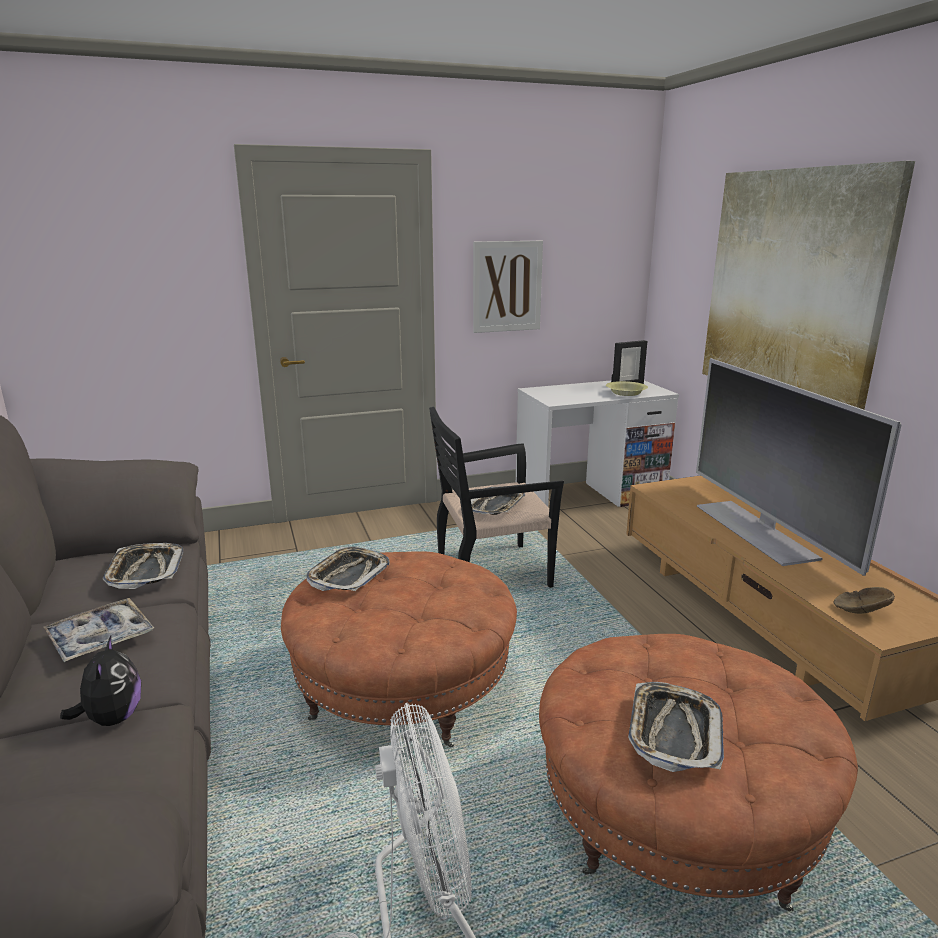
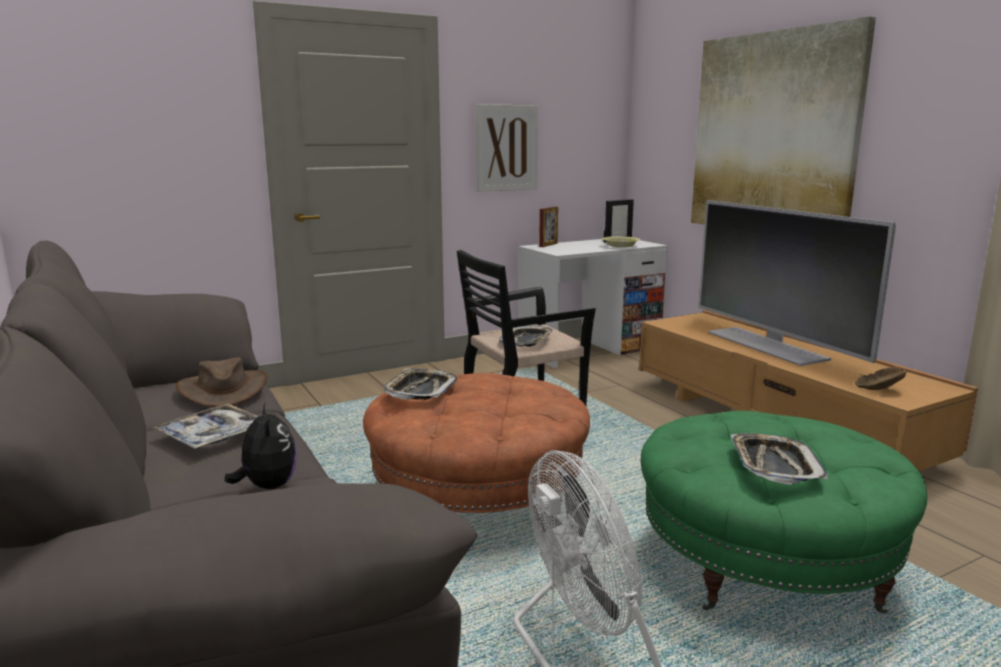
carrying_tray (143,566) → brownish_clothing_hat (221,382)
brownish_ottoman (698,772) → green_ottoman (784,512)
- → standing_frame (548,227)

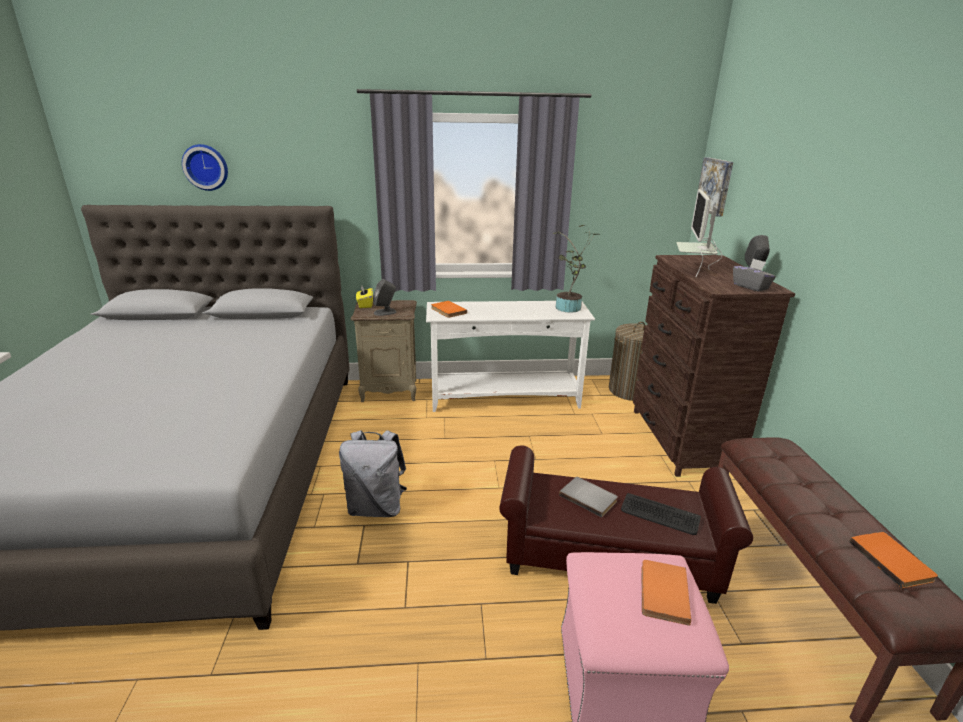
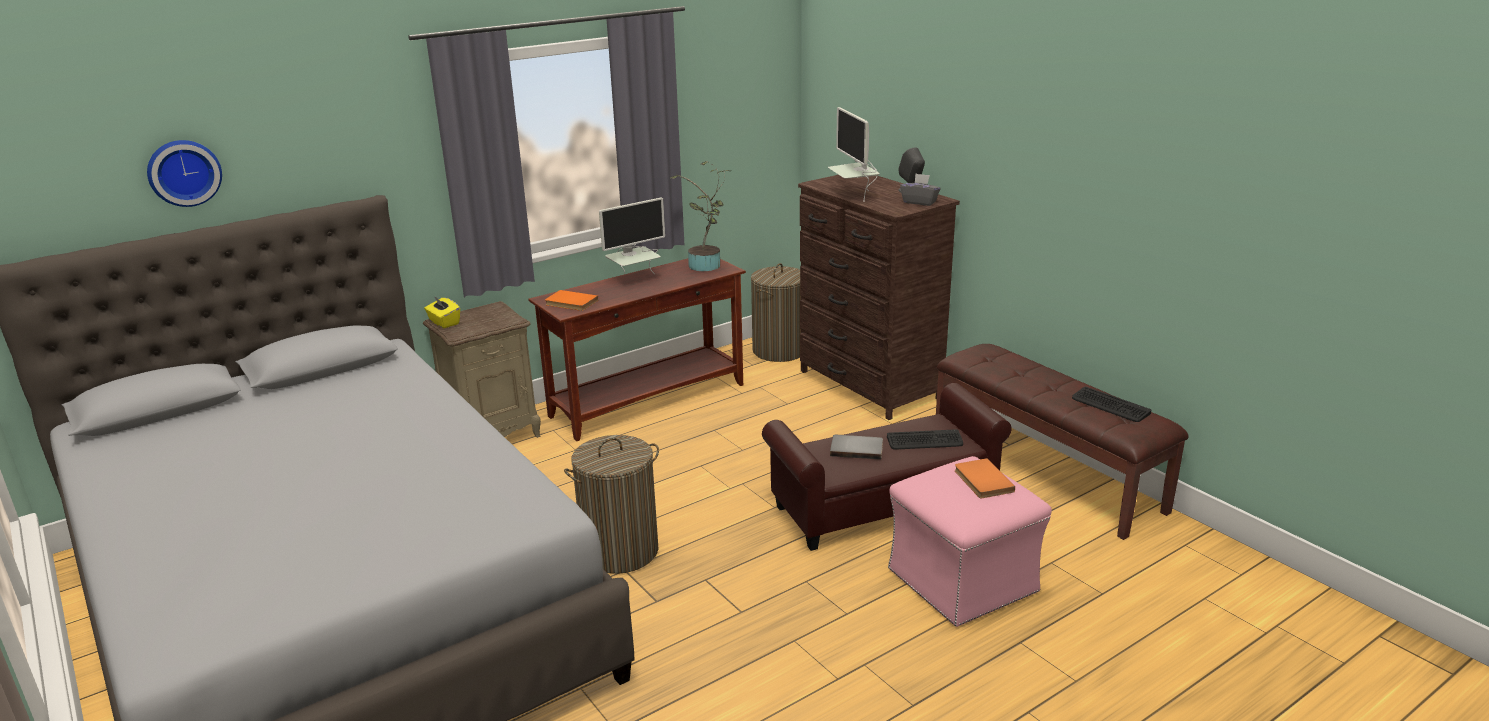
grey_rucksack (373,473) → washing_basket (611,504)
grey_speaker (384,297) → -
white_narrow_table (510,356) → brownish_narrow_table (637,350)
picture (715,187) → -
orange-coloured_book (893,560) → keyboard (1111,404)
- → computer_screen (632,236)

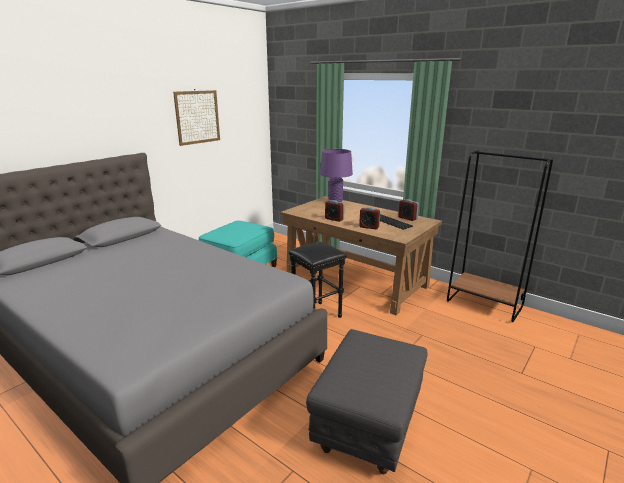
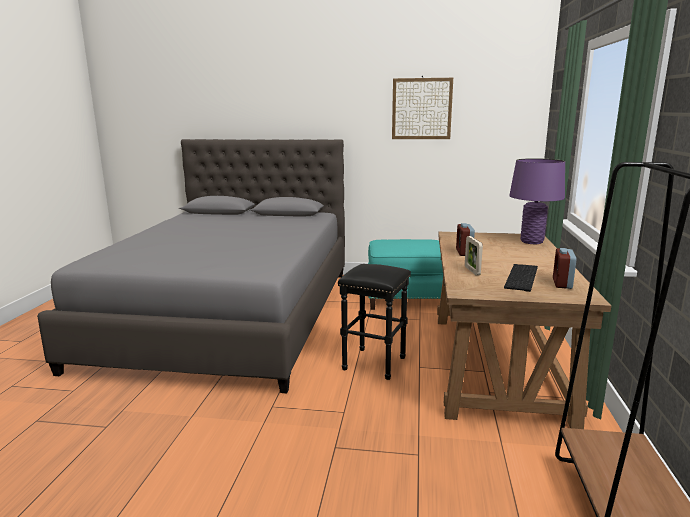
grey_ottoman (367,401) → -
bedside_clock (370,218) → standing_frame (474,256)

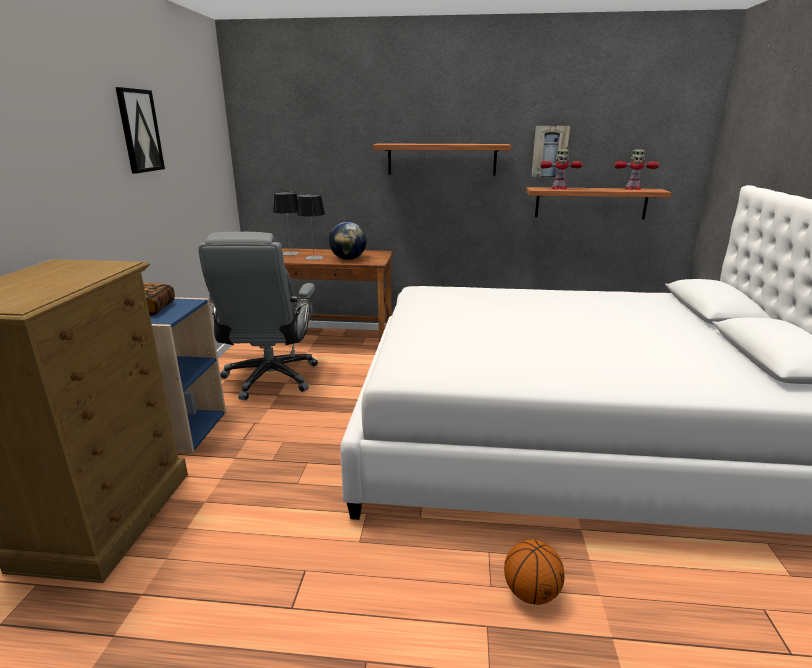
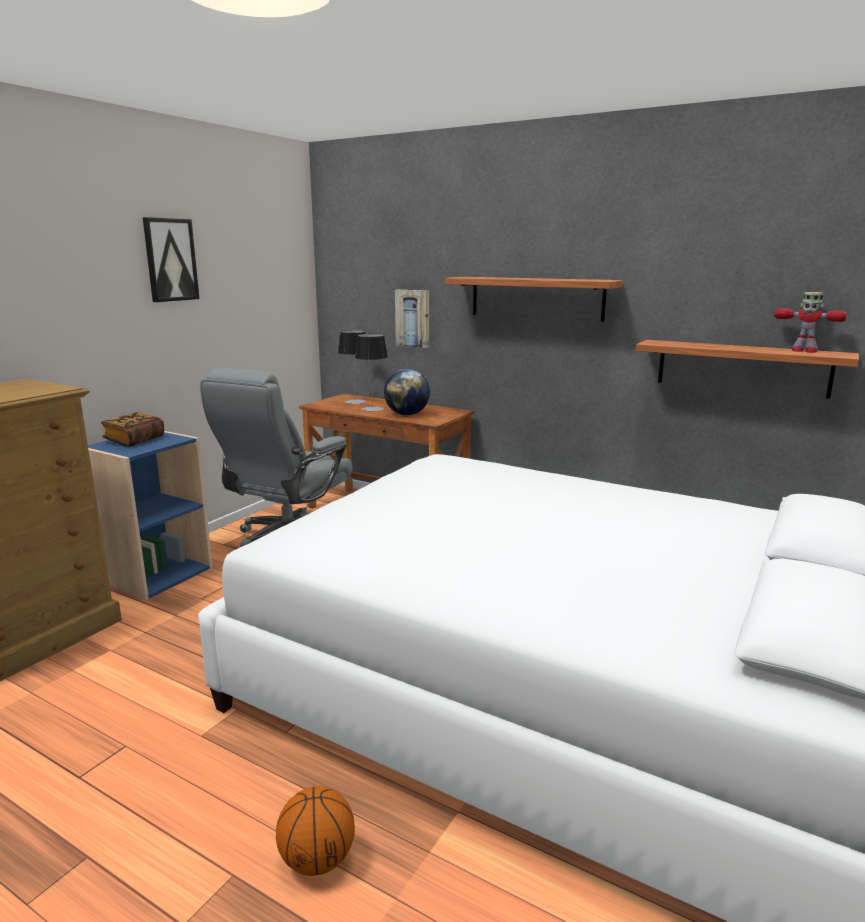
picture (550,151) → picture (412,319), move
toy_robot (561,169) → -

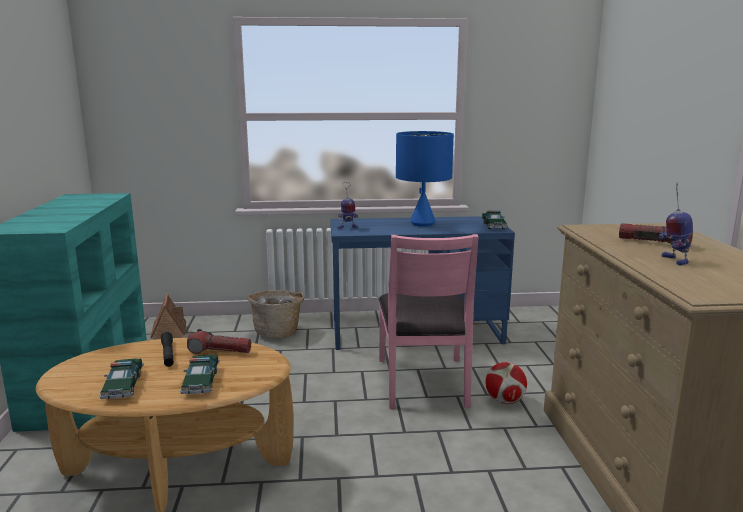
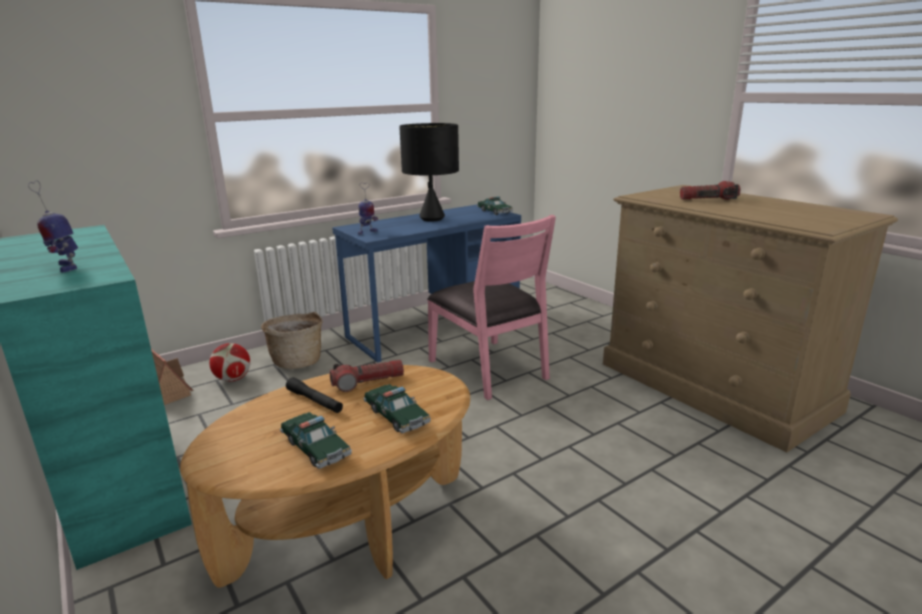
blue_table_lamp (425,179) → blackish_table_lamp (429,172)
football_ball (506,383) → football_ball (230,362), move
toy_robot (676,223) → toy_robot (53,226), move

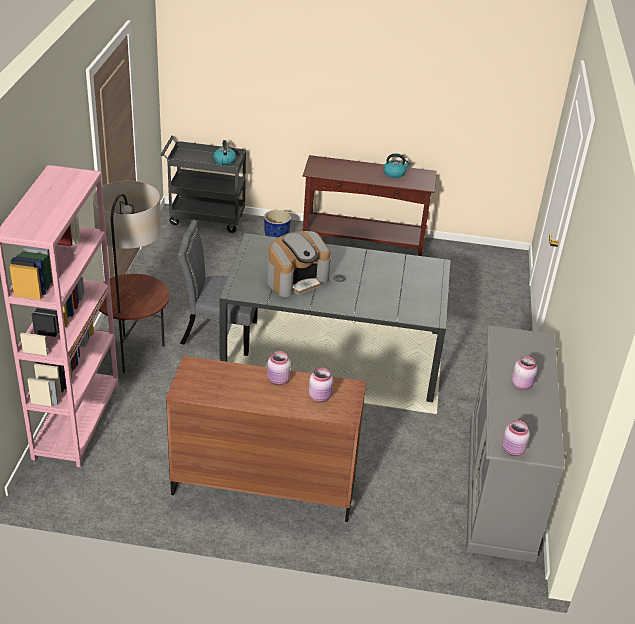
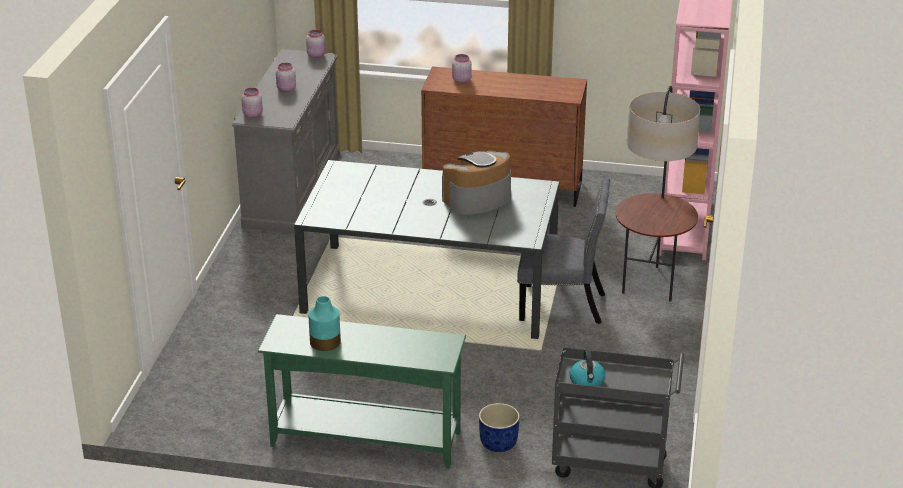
pink_storage_jar (279,368) → pink_storage_jar (252,103), move
brownish_narrow_table (370,205) → green_narrow_table (362,391)
kettle (397,165) → turquoise-coloured_vase (324,323)

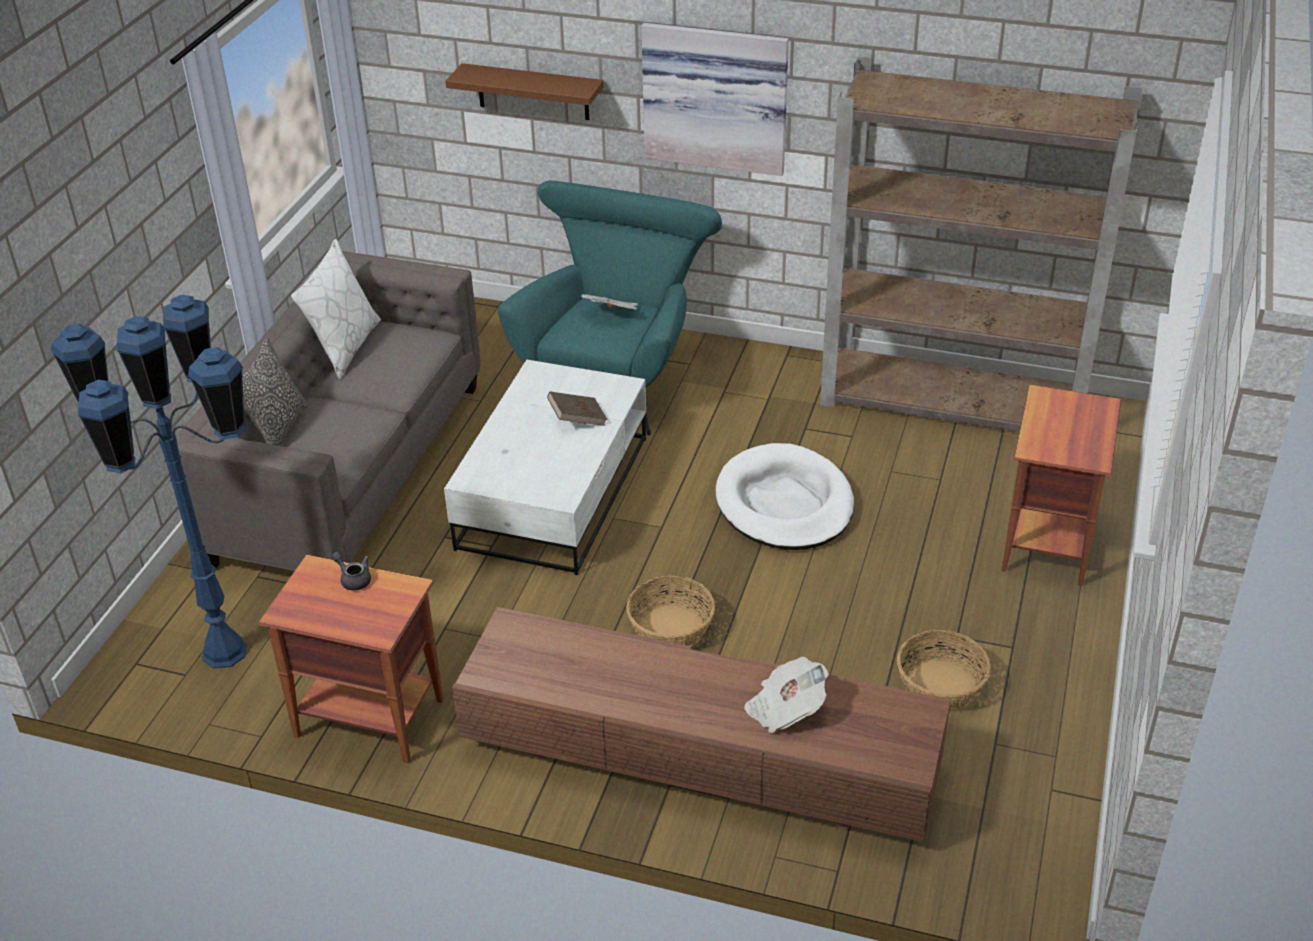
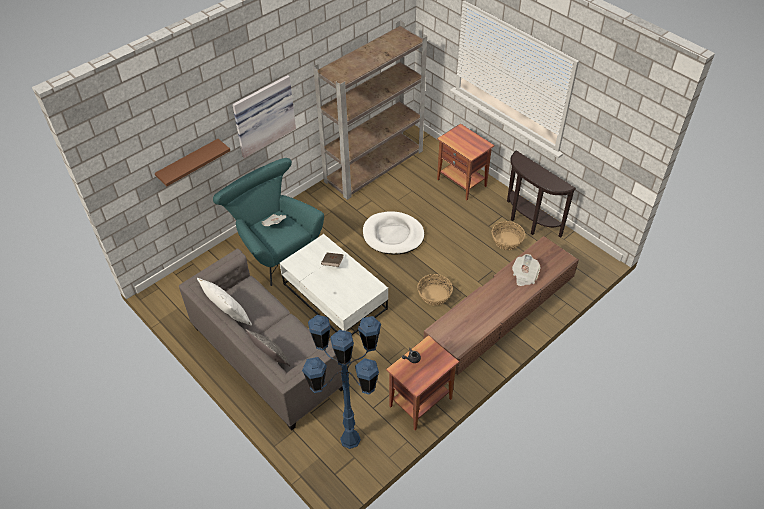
- → brownish_narrow_table (541,194)

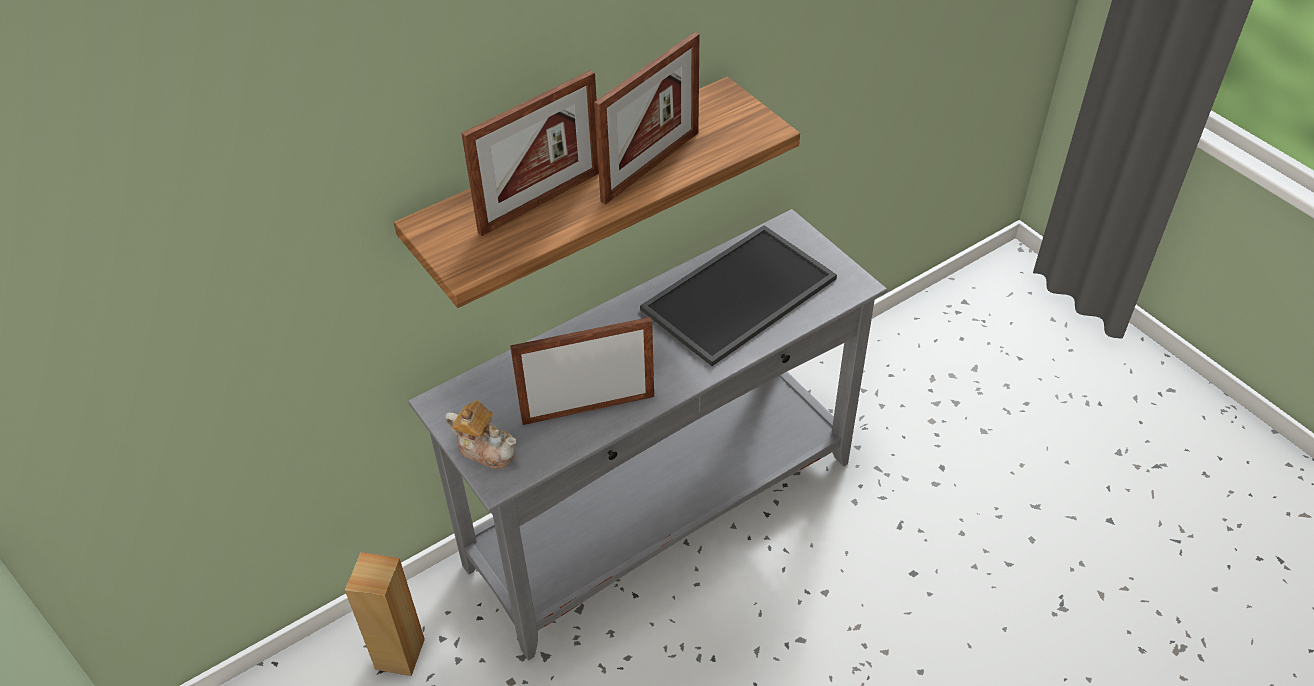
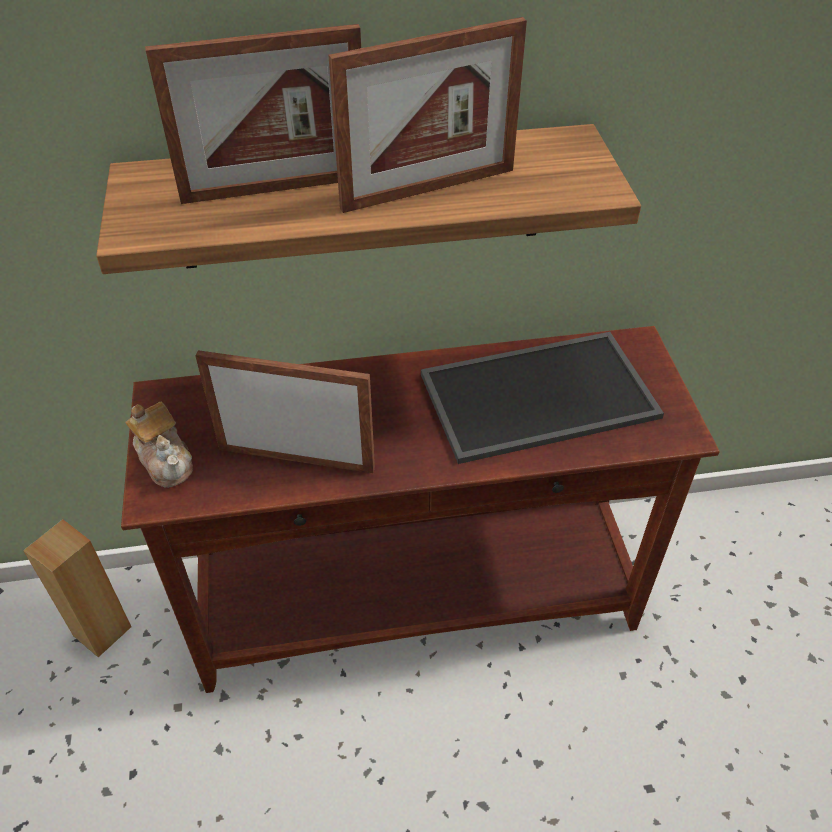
grey_narrow_table (647,435) → brownish_narrow_table (420,509)

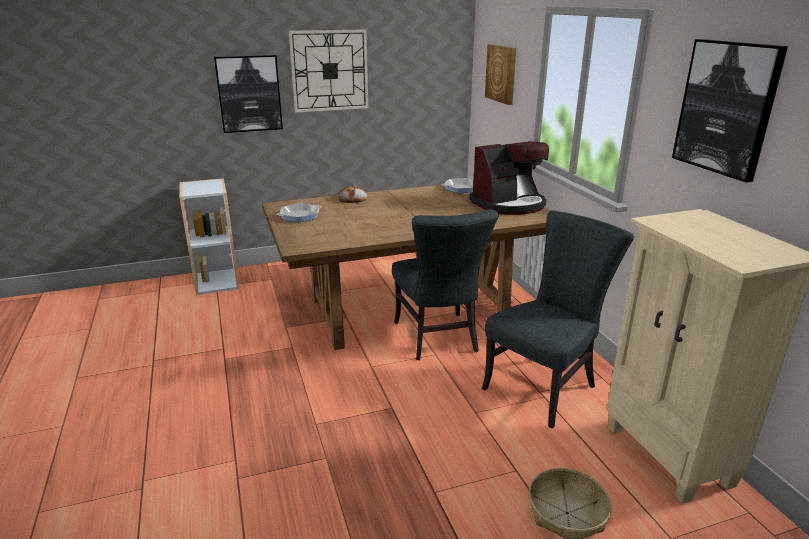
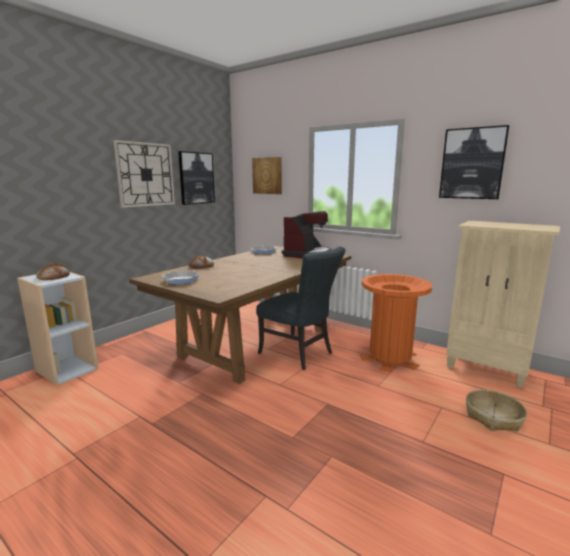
picture (248,94) → picture (196,178), move
grey_plain_chair (558,320) → orange-coloured_trash_can (396,323)
- → bakery_bread (53,271)

